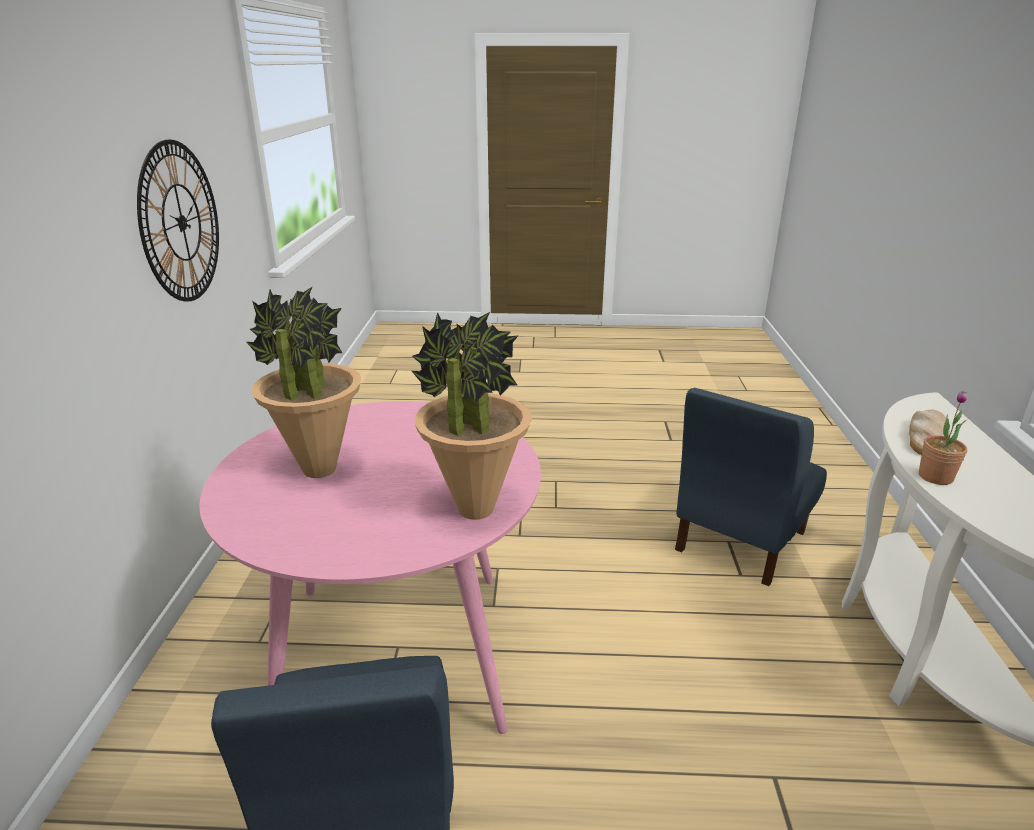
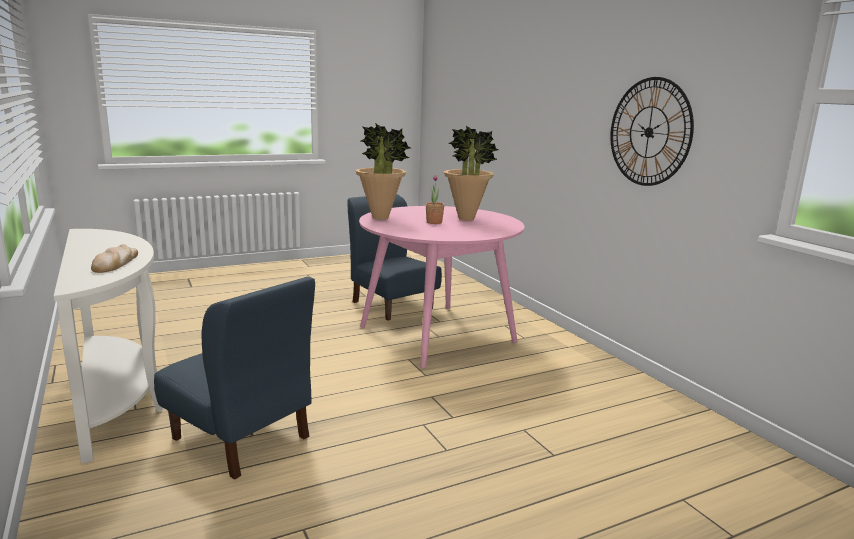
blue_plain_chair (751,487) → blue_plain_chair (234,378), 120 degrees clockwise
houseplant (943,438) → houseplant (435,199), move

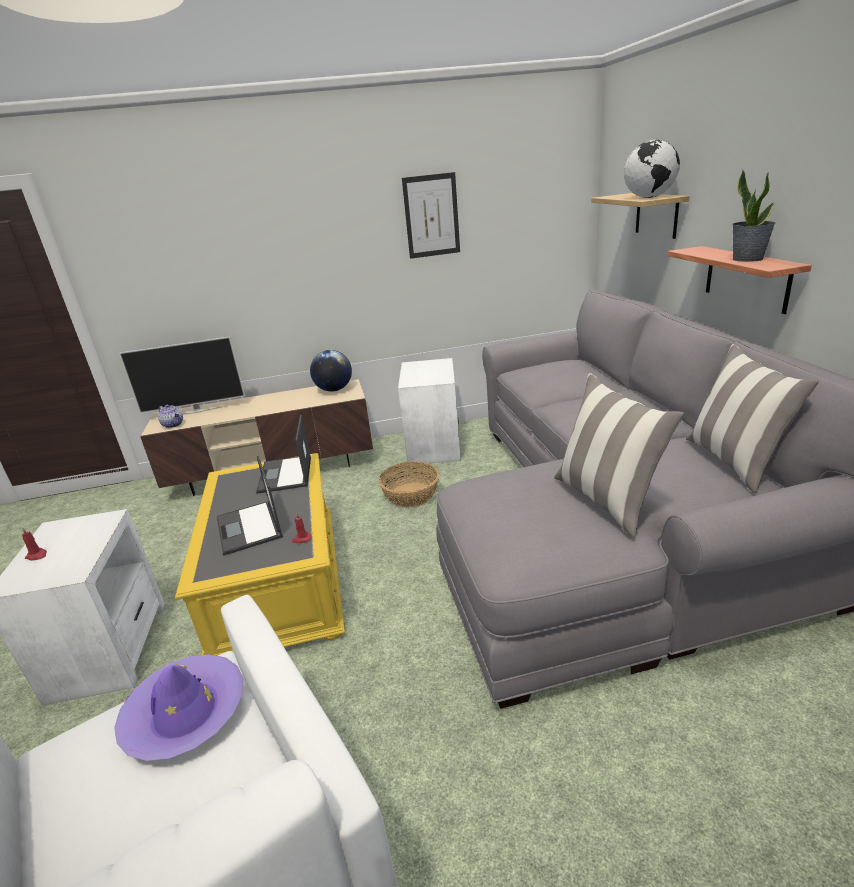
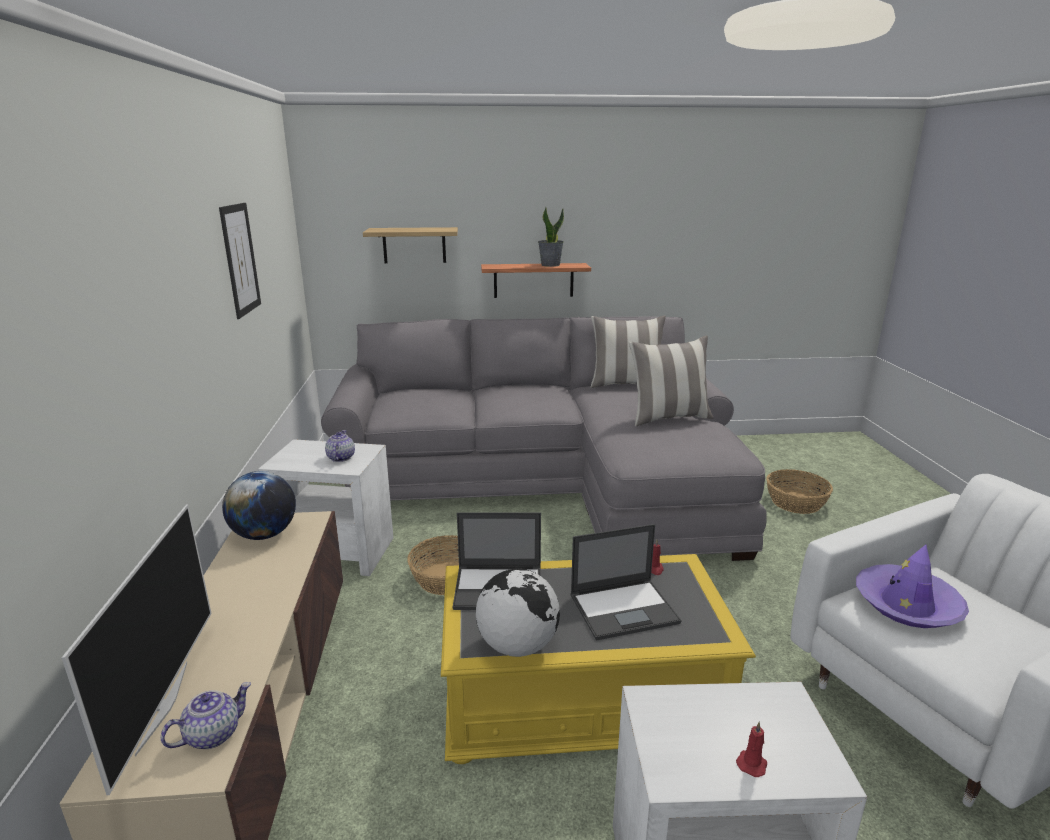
world_globe (652,169) → world_globe (518,613), move
- → pot_for_tea (340,446)
- → household_basket (799,491)

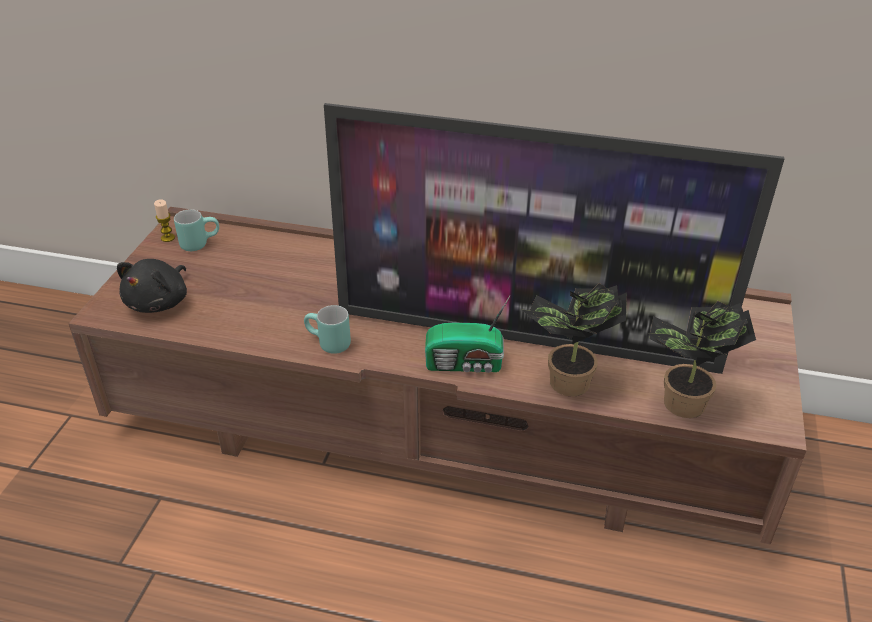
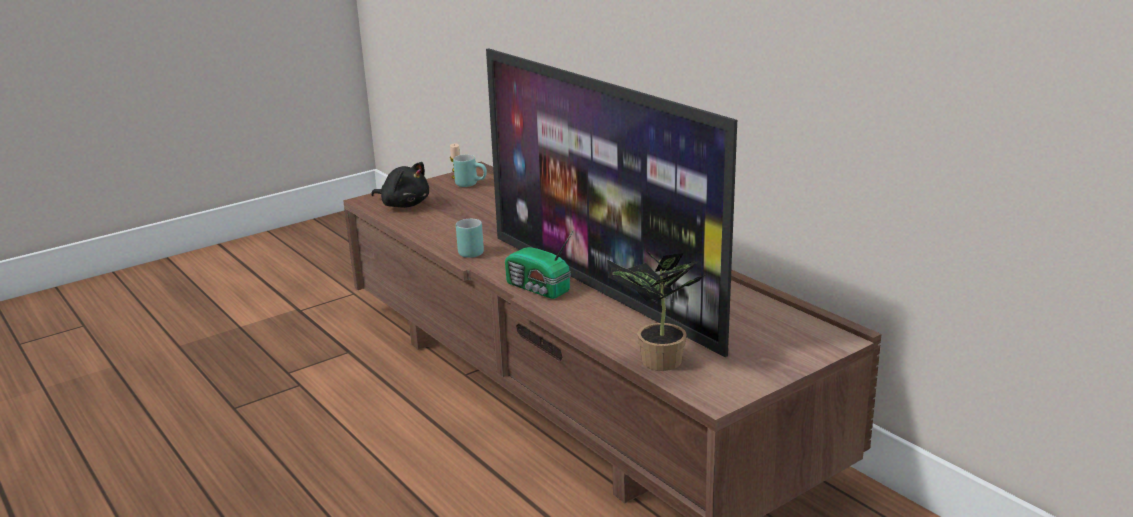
blackish_soft_toy (152,286) → blackish_soft_toy (400,185), 120 degrees counterclockwise
houseplant (574,340) → -

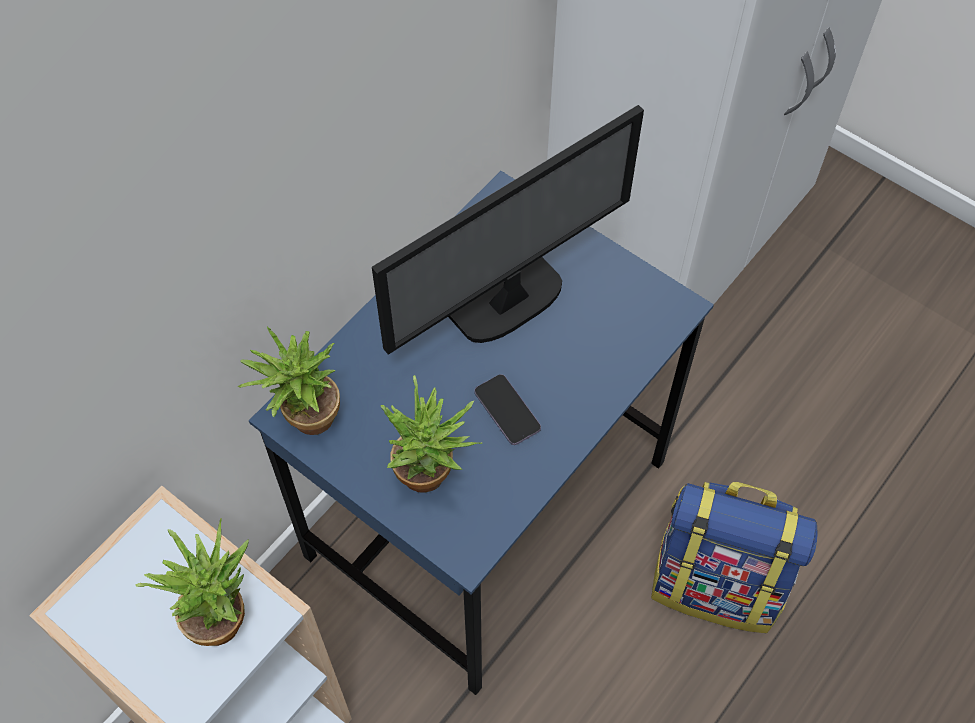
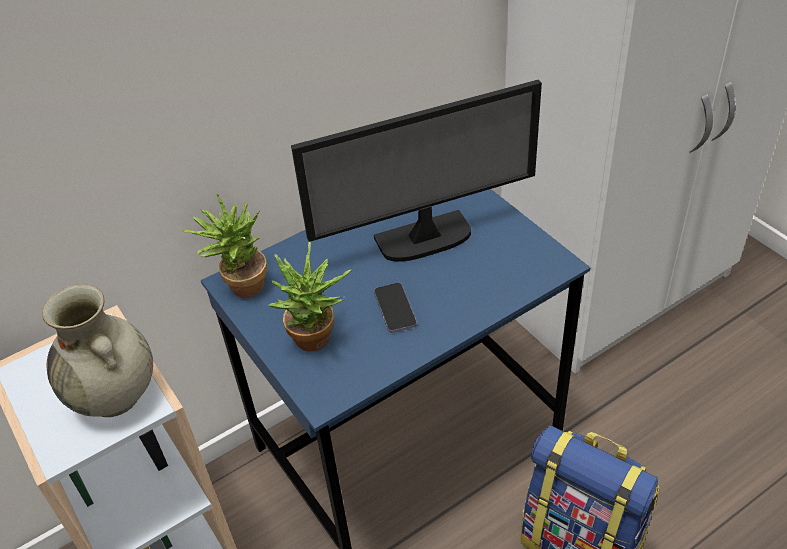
houseplant (192,582) → beige-coloured_vase (97,350)

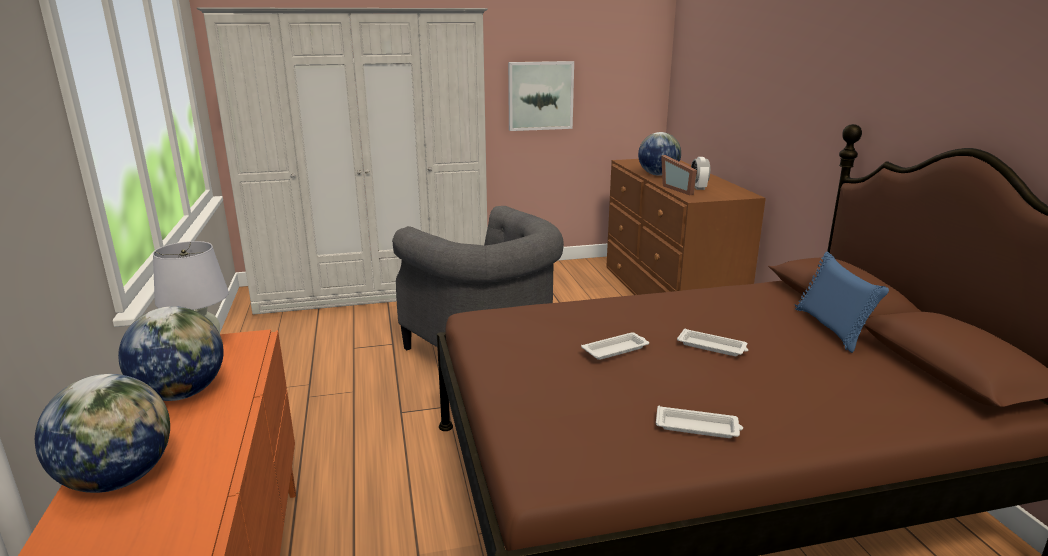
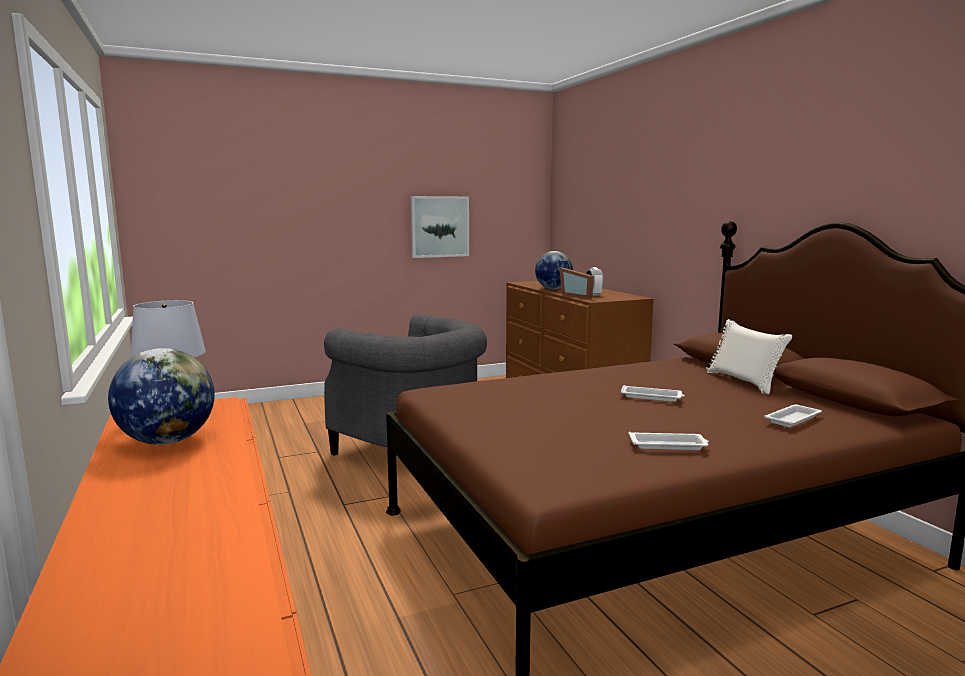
world_globe (102,433) → -
white_clothes_cupboard (342,161) → -
white_carrying_tray (615,346) → white_carrying_tray (793,415), move
blue_throw_pillow (841,302) → white_throw_pillow (749,357)

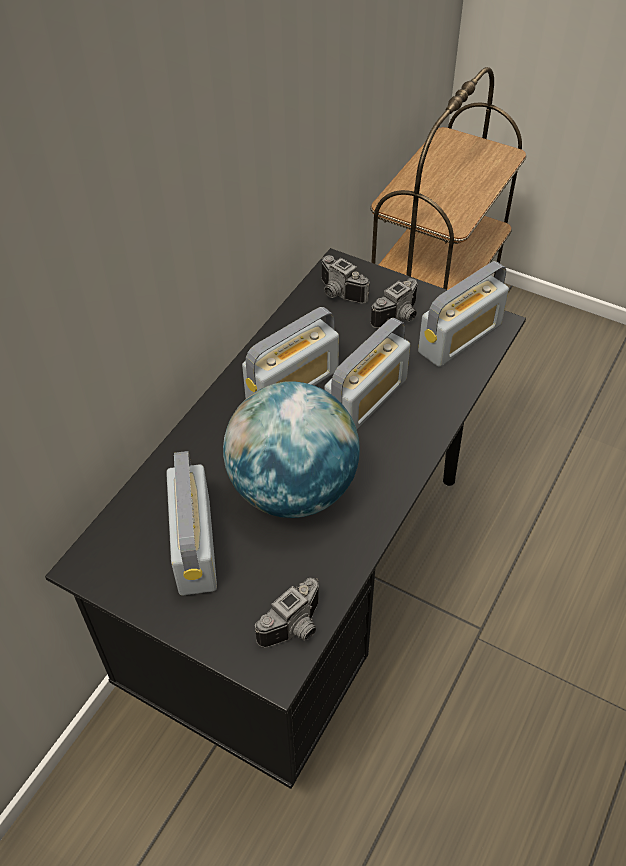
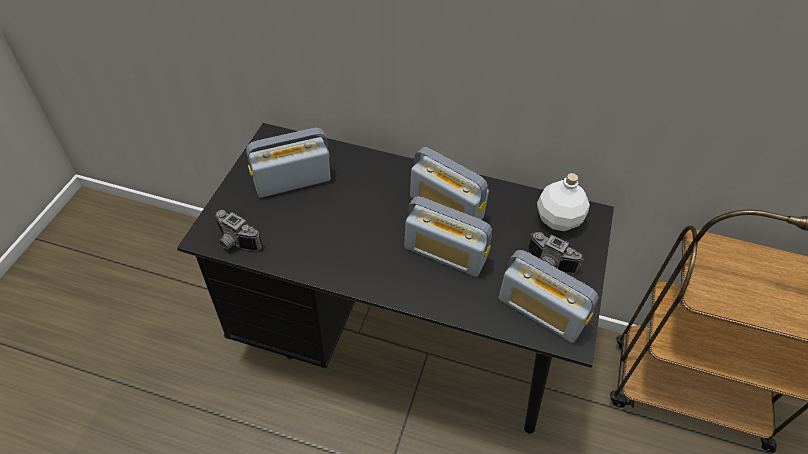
world_globe (291,449) → -
photo_camera (346,279) → white_drink_bottle (563,202)

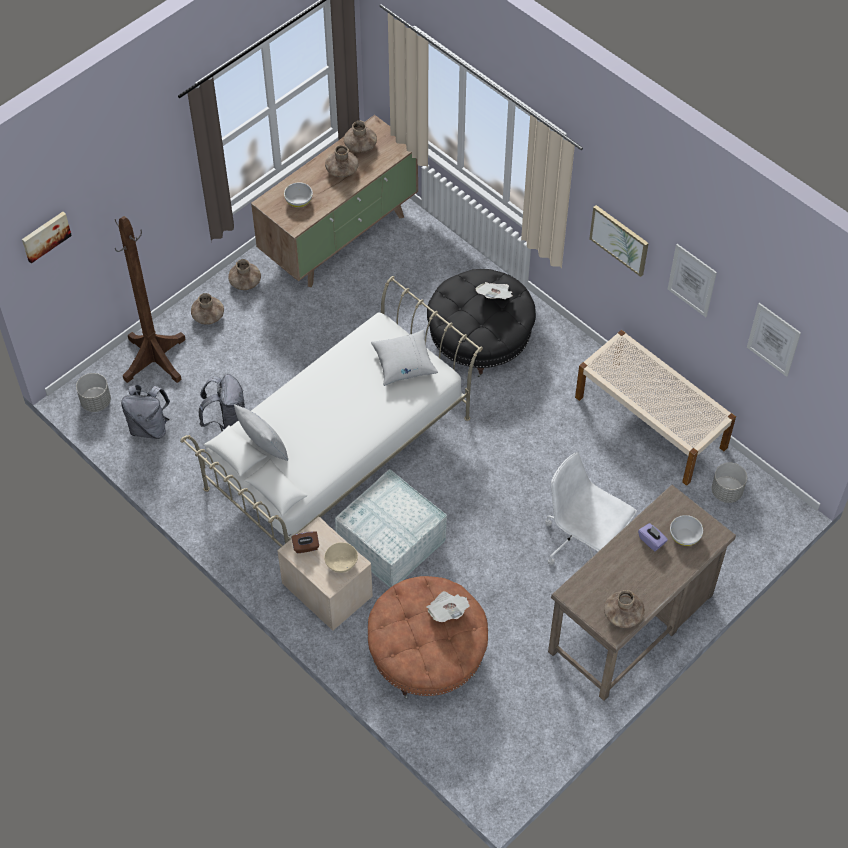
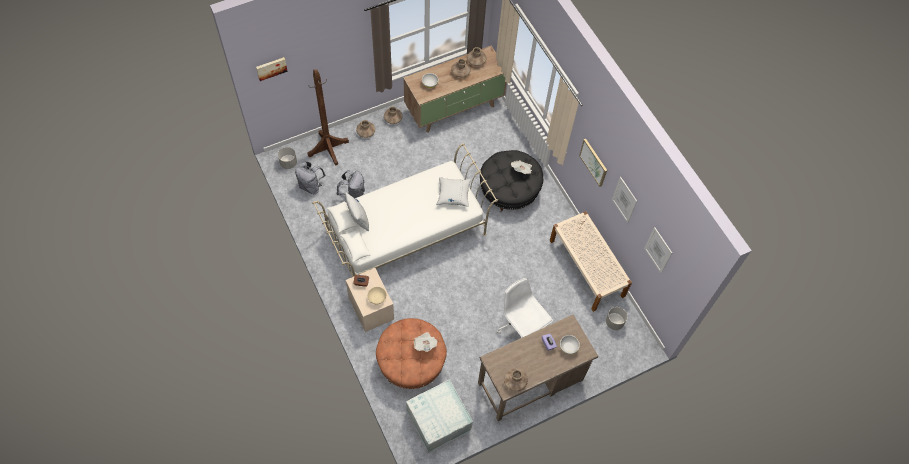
white_ottoman (391,528) → white_ottoman (439,416), move

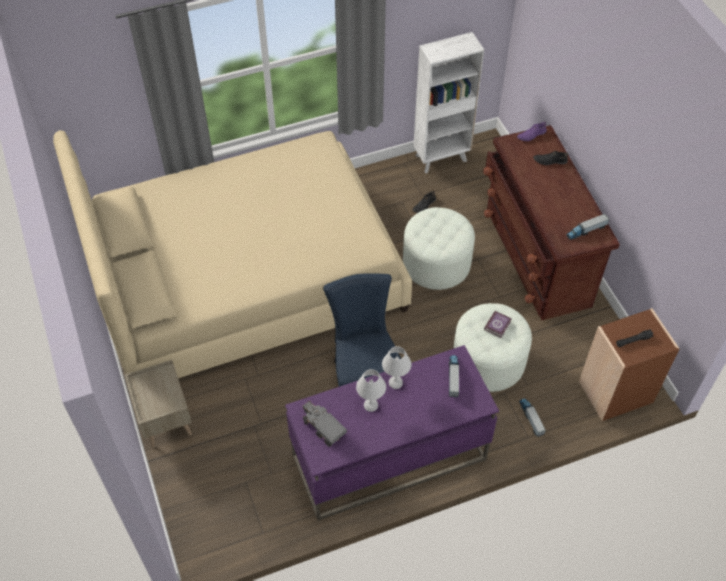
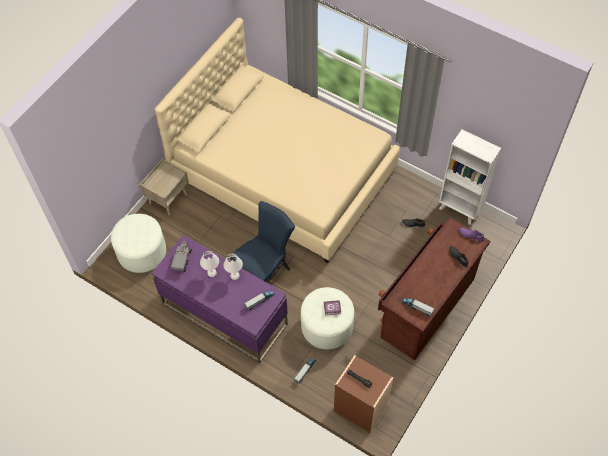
white_ottoman (439,248) → white_ottoman (138,243), move

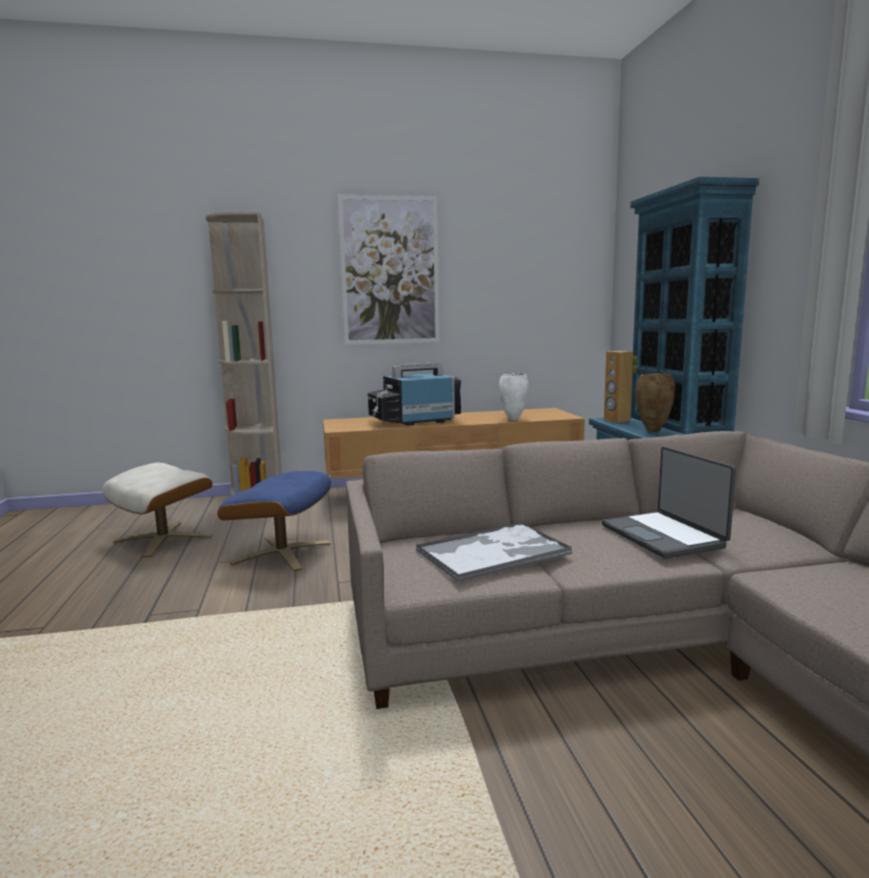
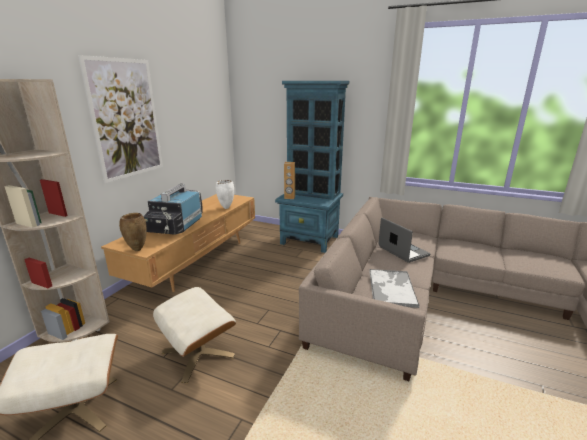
blue_ottoman (274,521) → beige-coloured_ottoman (194,335)
portable_computer (668,503) → portable_computer (404,240), 135 degrees counterclockwise
brownish_vase (655,403) → brownish_vase (133,232), move

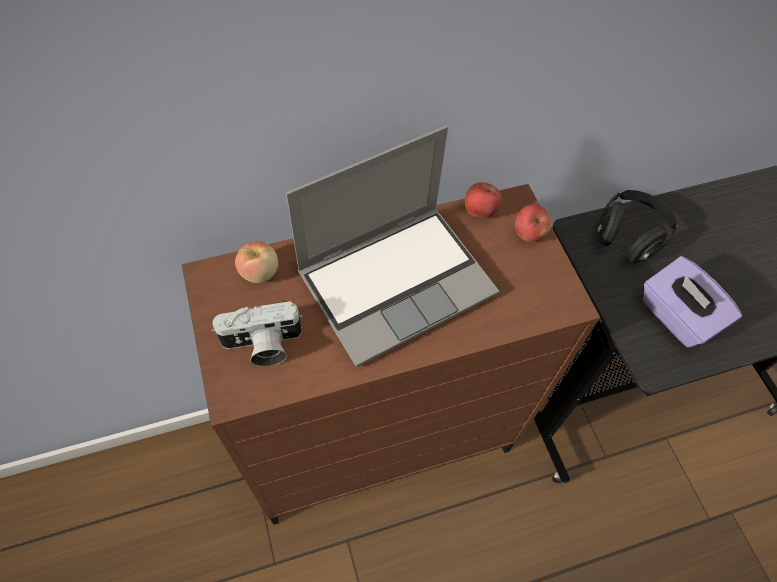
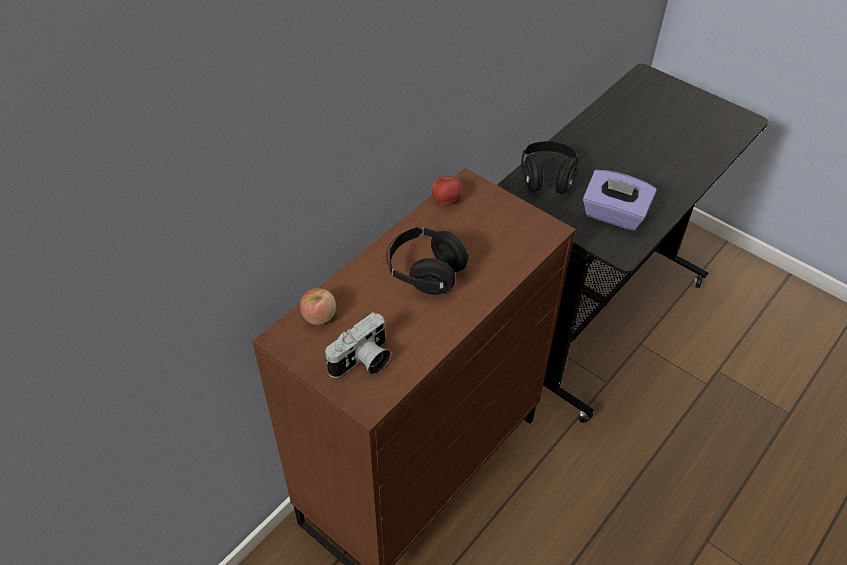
portable_computer (392,247) → blackish_pair_of_headphones (427,261)
whole_apple (533,223) → -

